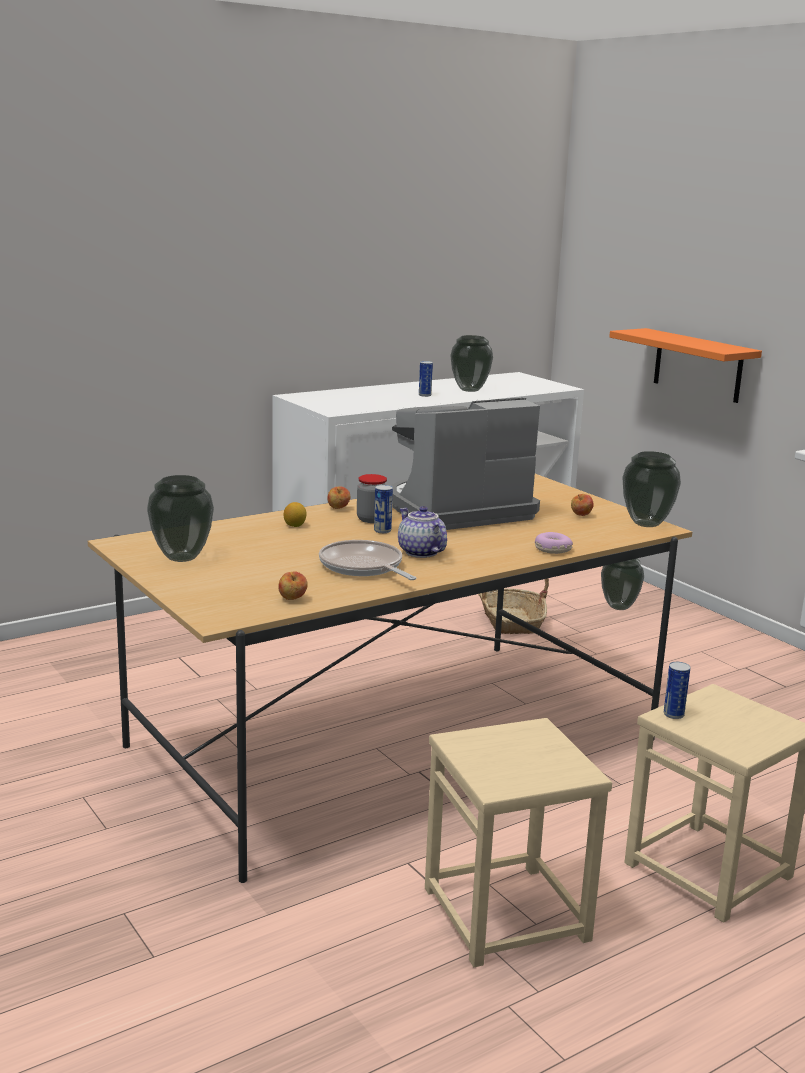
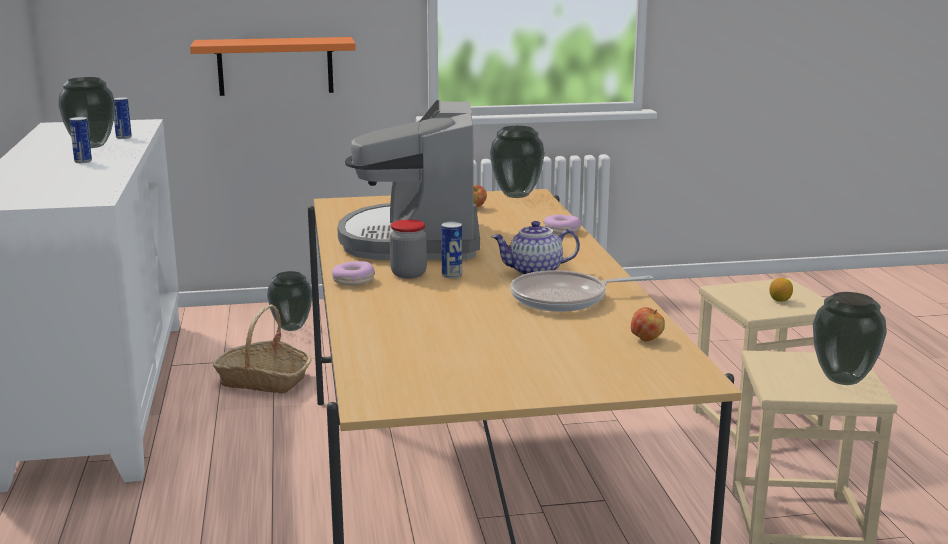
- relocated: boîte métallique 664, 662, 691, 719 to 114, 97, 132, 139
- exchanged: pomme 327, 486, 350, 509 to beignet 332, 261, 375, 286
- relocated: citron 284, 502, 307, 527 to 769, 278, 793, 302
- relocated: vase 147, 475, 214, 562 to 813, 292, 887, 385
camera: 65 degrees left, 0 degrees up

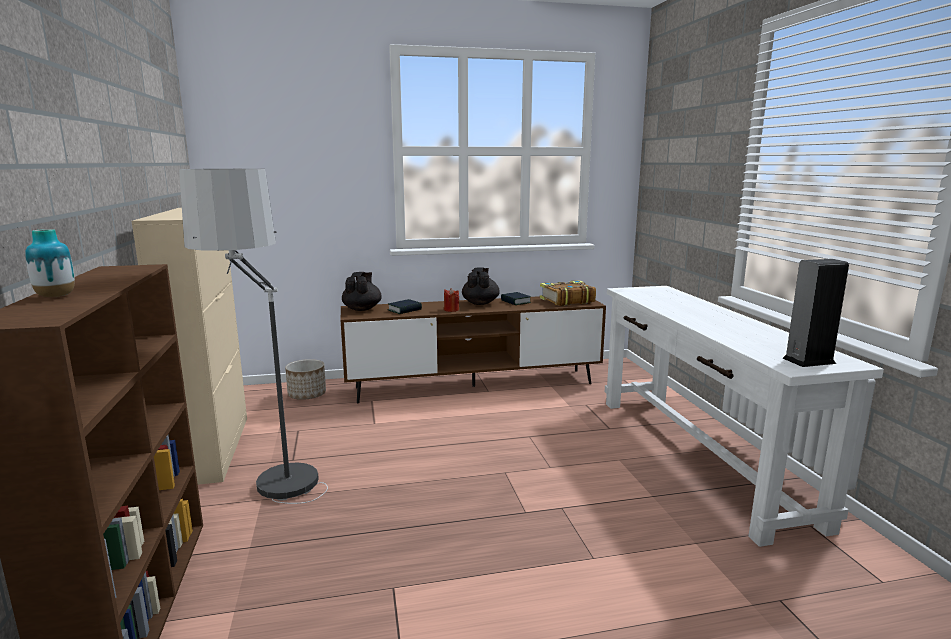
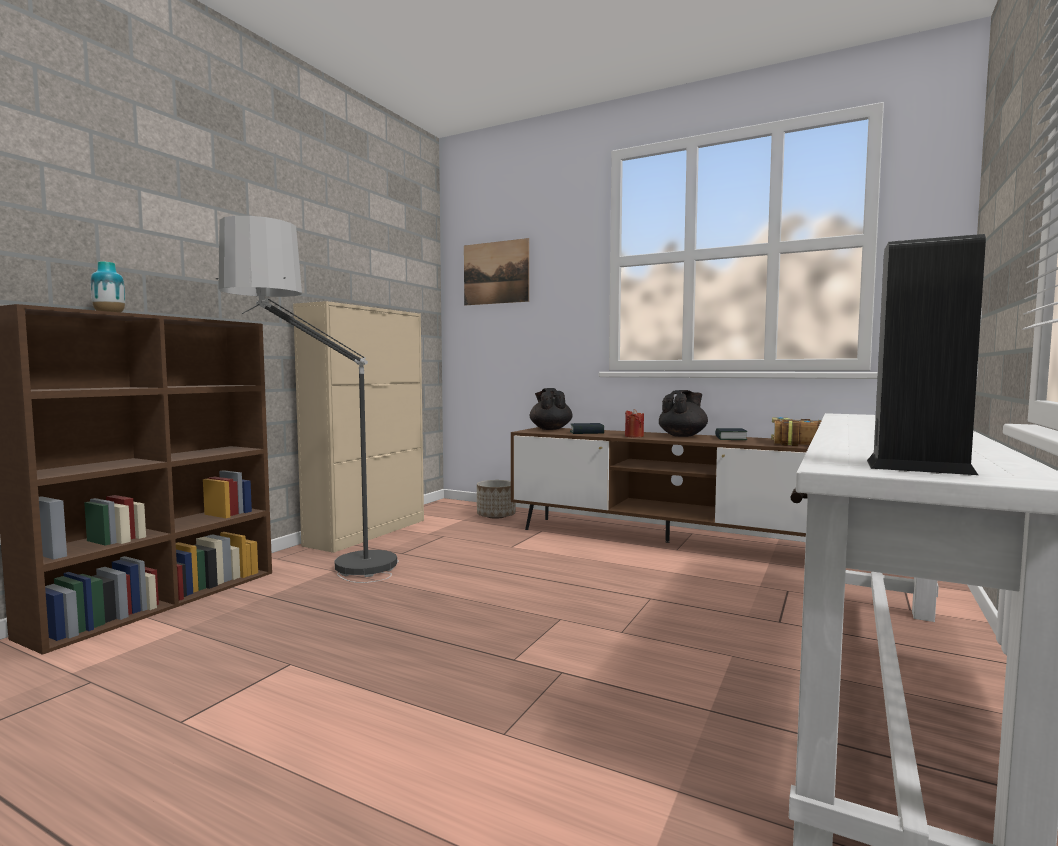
- appeared: tableau 464, 238, 529, 305
- spun: théière/noir 342, 272, 382, 311 = 530, 388, 573, 430 60 degrees counterclockwise
camera: 40 degrees right, 10 degrees down

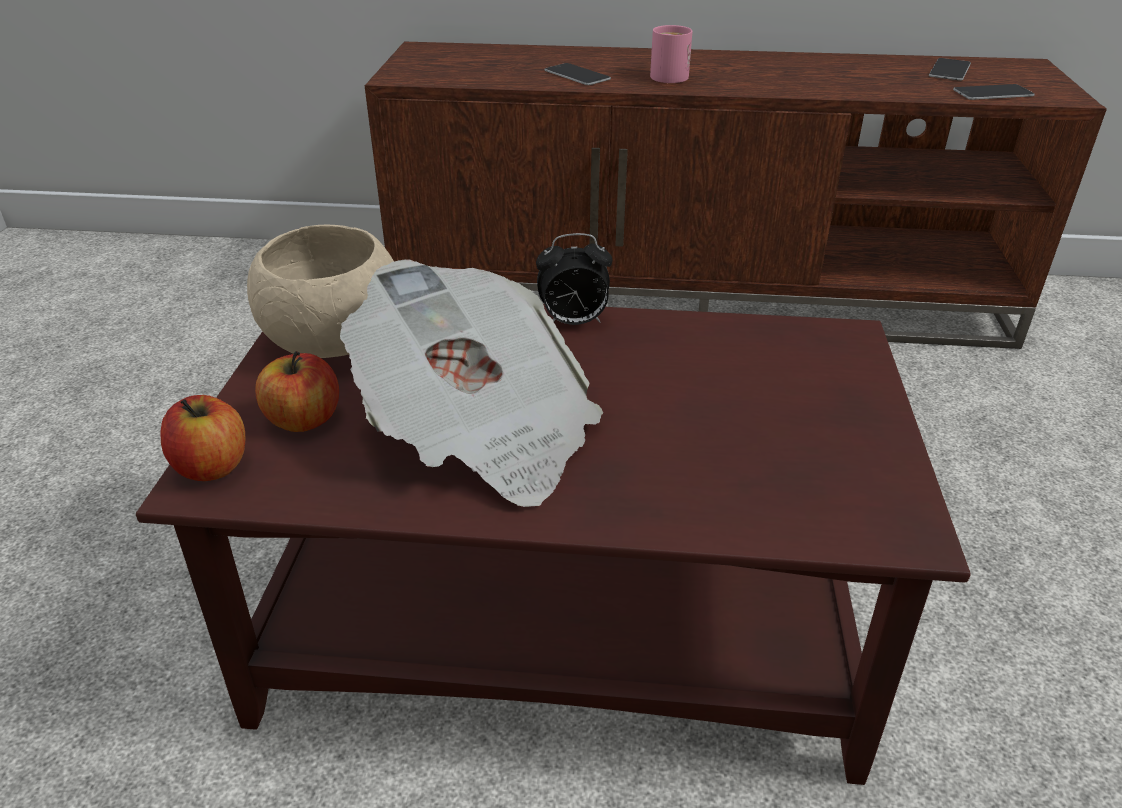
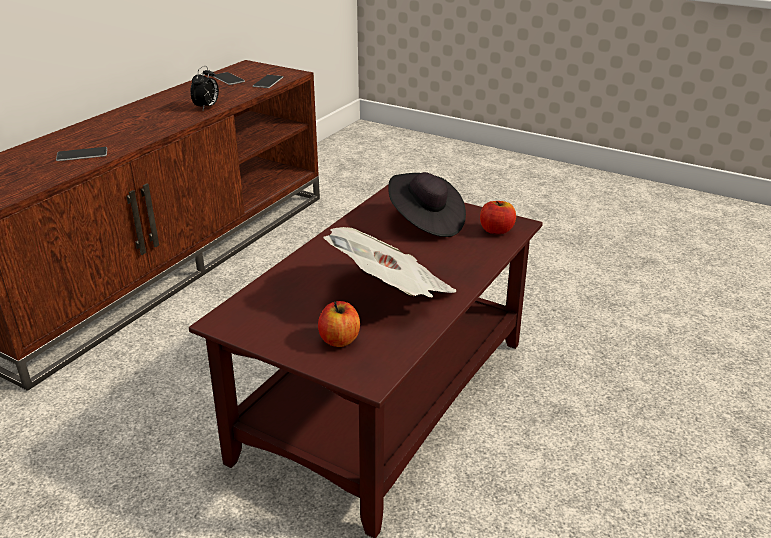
- relocated: réveil 536, 233, 612, 325 to 190, 66, 219, 110
- appeared: chapeau/noir 388, 172, 466, 237
- relocated: pomme 160, 395, 245, 481 to 480, 201, 516, 234
- missing: bol/beige 247, 225, 394, 358
- missing: mug/rose 650, 25, 693, 83
camera: 65 degrees left, 5 degrees down

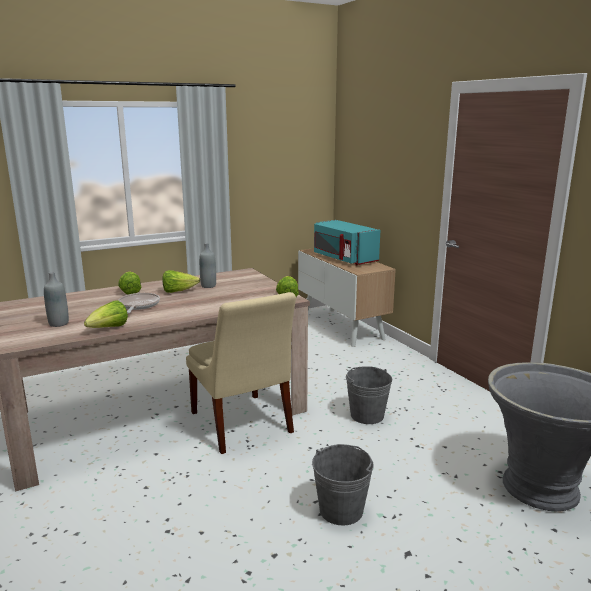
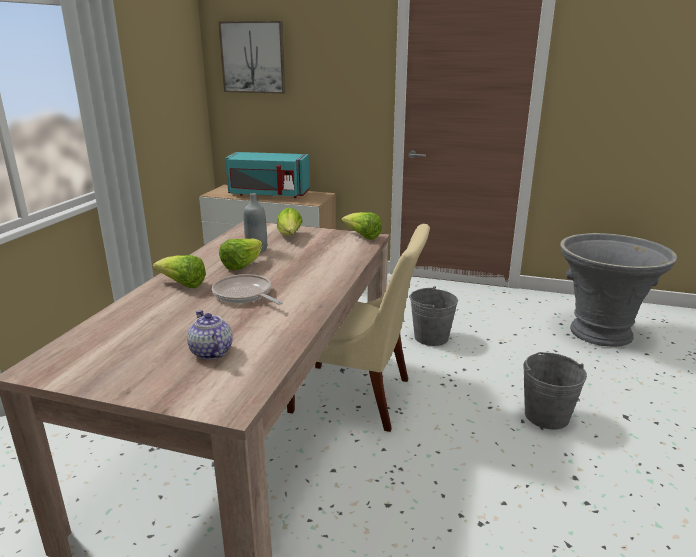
- exchanged: bouteille/gris 44, 272, 69, 327 to théière 187, 310, 233, 360
- appeared: tableau 218, 21, 285, 94
- relocated: laitue 84, 300, 128, 328 to 277, 208, 303, 236
camera: 45 degrees left, 5 degrees up

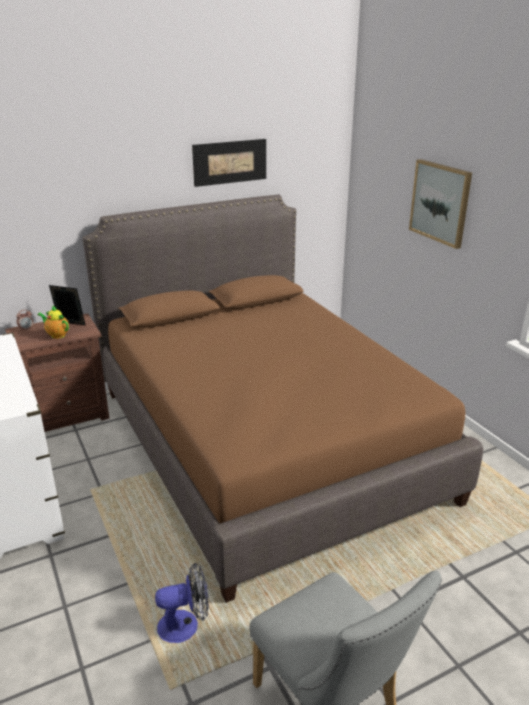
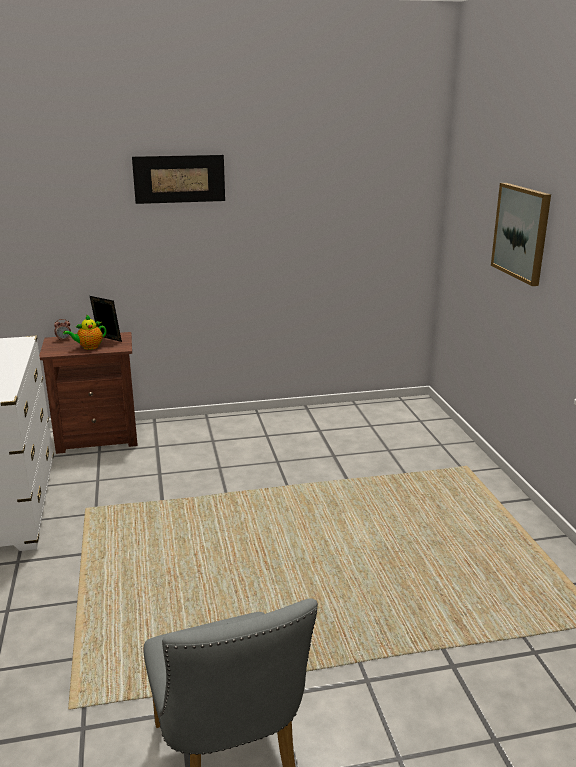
- spun: théière 37, 306, 69, 339 = 63, 314, 106, 350 75 degrees counterclockwise
- relocated: tableau 192, 139, 266, 187 to 132, 155, 225, 204
- missing: lit/marron 83, 194, 483, 603
- missing: ventilateur 155, 563, 209, 643
camera: 15 degrees right, 5 degrees down

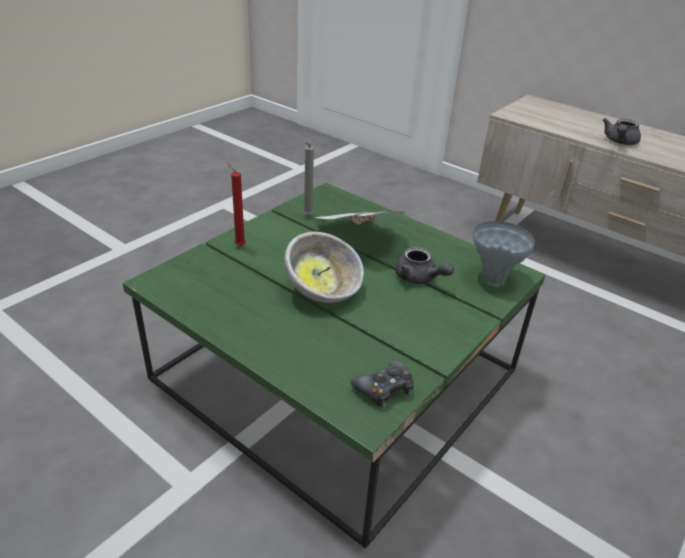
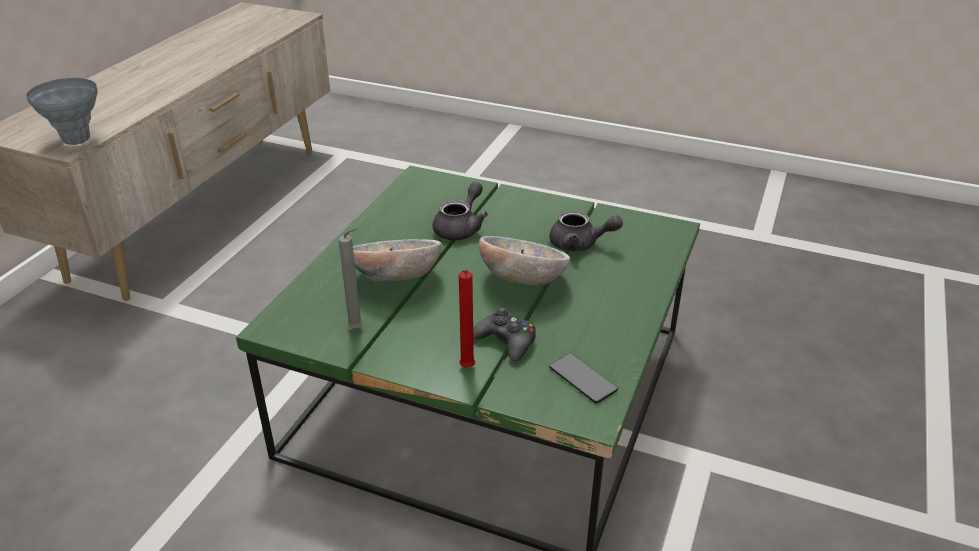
- relocated: vase/gris 473, 221, 535, 284 to 26, 78, 97, 145
- exchanged: journal 314, 211, 405, 225 to bol 353, 239, 442, 282
- relocated: manette/noir 351, 360, 414, 408 to 473, 307, 536, 361
- appeared: téléphone 549, 353, 618, 404
- relocated: théière/gris 603, 118, 641, 145 to 550, 211, 623, 252
camera: 105 degrees left, 0 degrees up

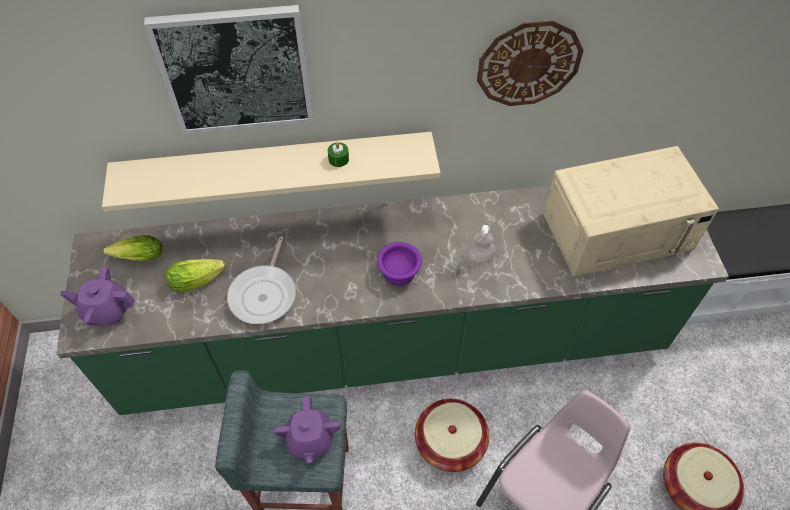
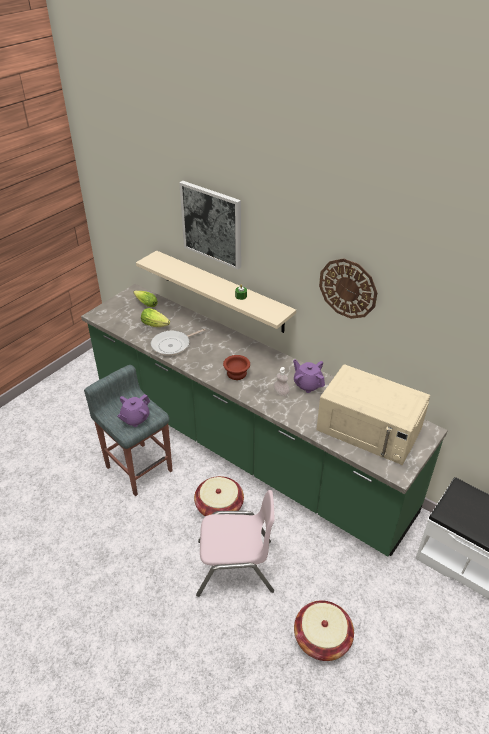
- colour: bol/violet 377, 242, 422, 286 to bol/marron 223, 355, 250, 380
- relocated: théière/violet 60, 266, 135, 326 to 293, 360, 325, 393
camera: 45 degrees right, 15 degrees down

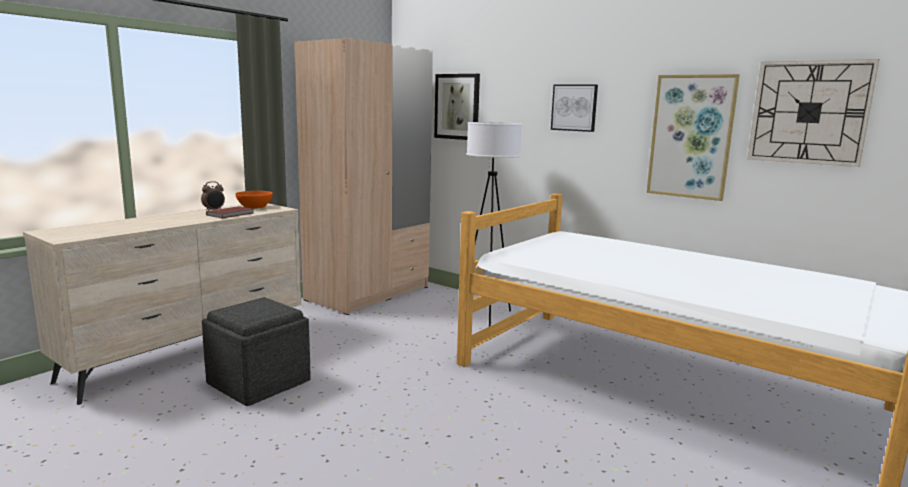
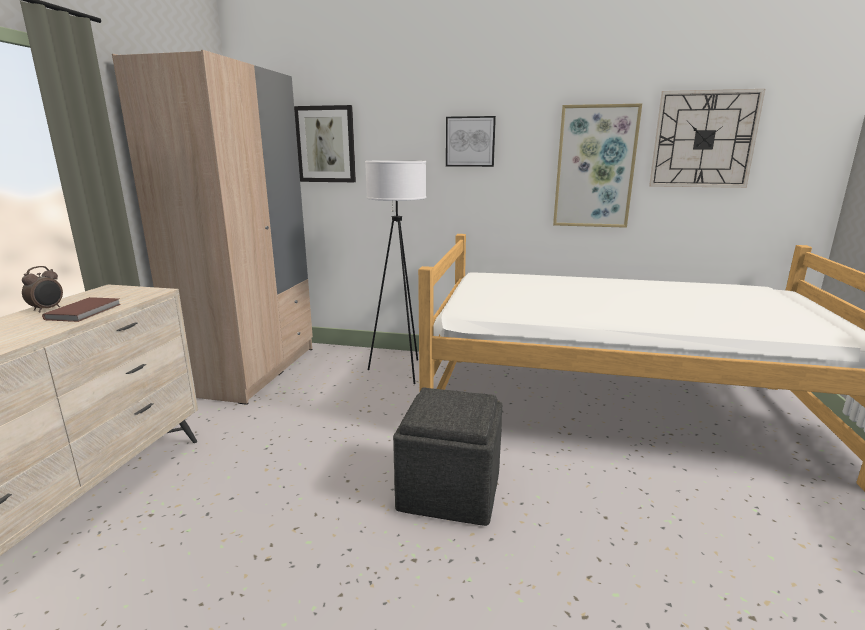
- relocated: pouf/gris 202, 297, 311, 406 to 393, 387, 502, 526
- missing: bol/orange 235, 191, 273, 209
camera: 25 degrees left, 5 degrees up

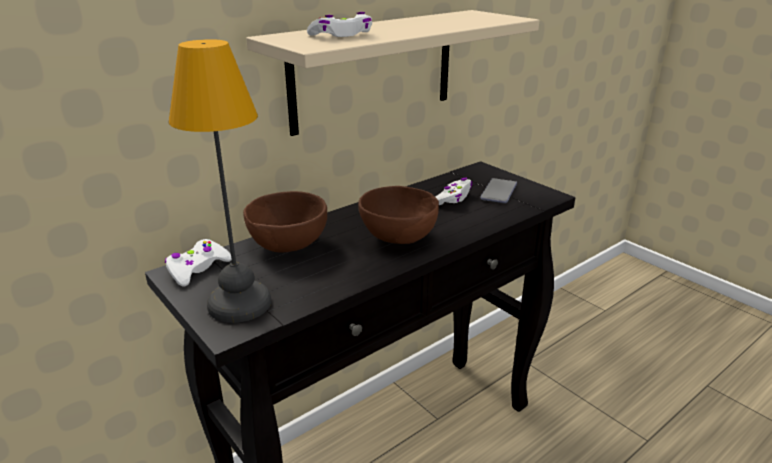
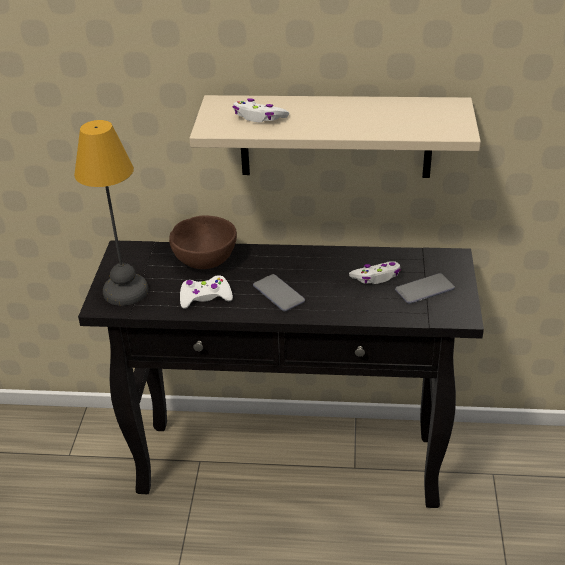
- relocated: manette/blanc 165, 239, 232, 286 to 180, 275, 233, 309
- exchanged: bol/marron 358, 186, 439, 244 to téléphone 253, 274, 305, 311
camera: 45 degrees right, 10 degrees up

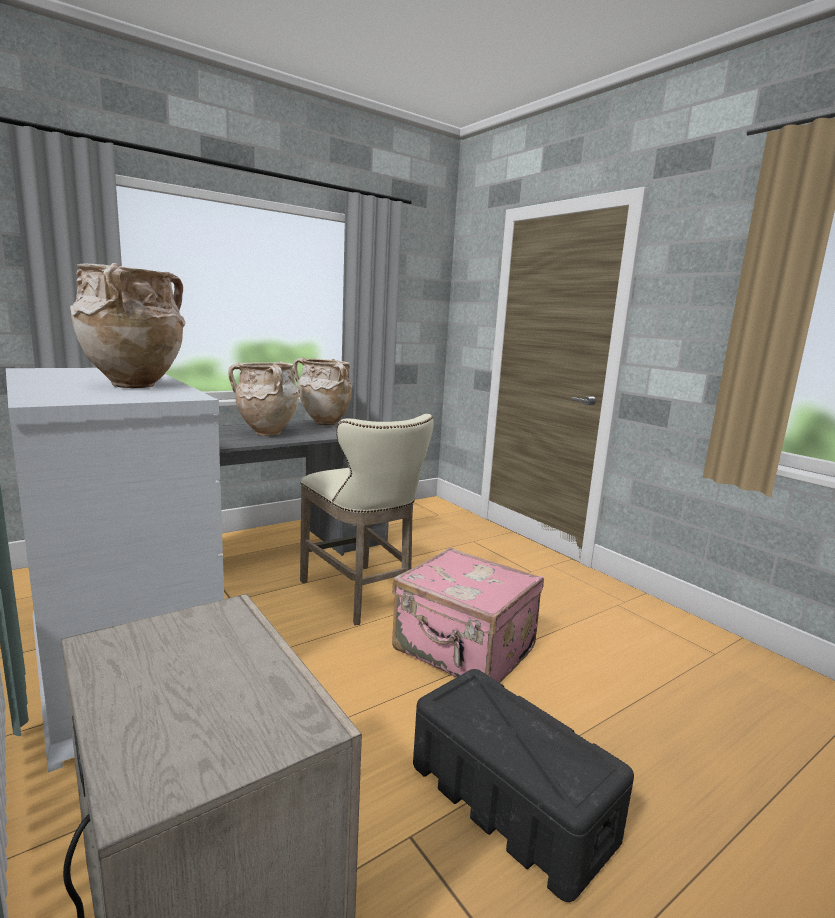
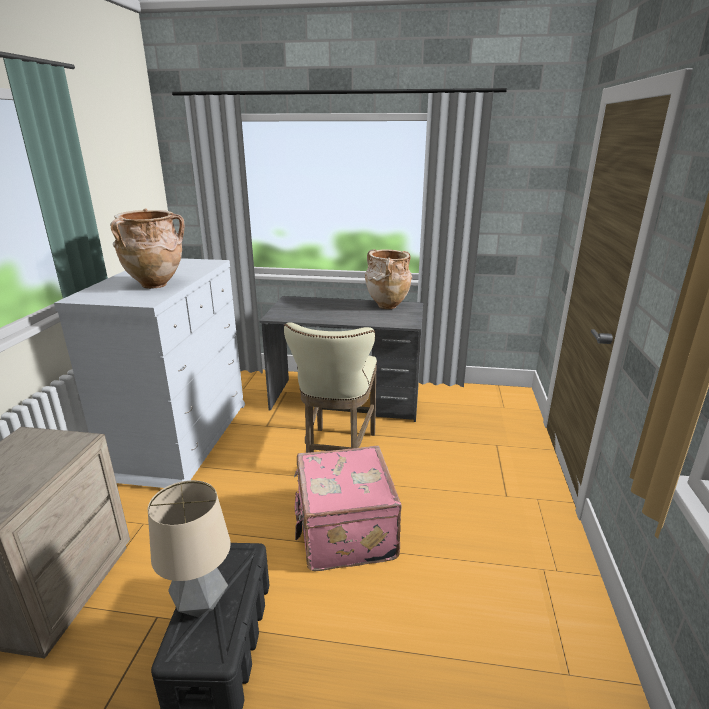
- appeared: lampe de table 148, 480, 231, 617
- missing: vase/beige 228, 361, 300, 436
camera: 45 degrees right, 10 degrees up

